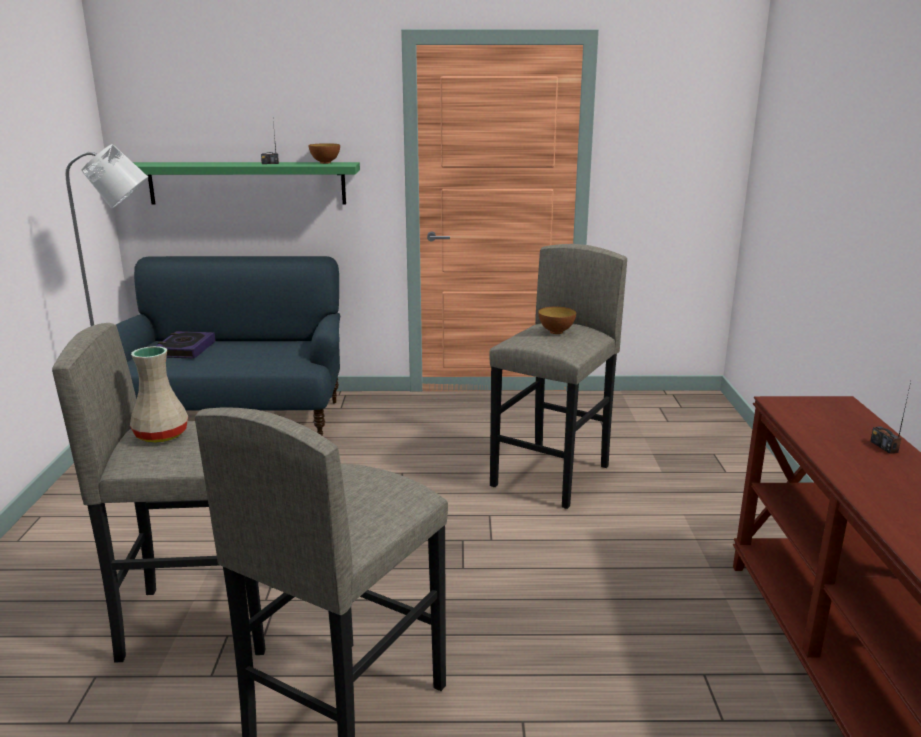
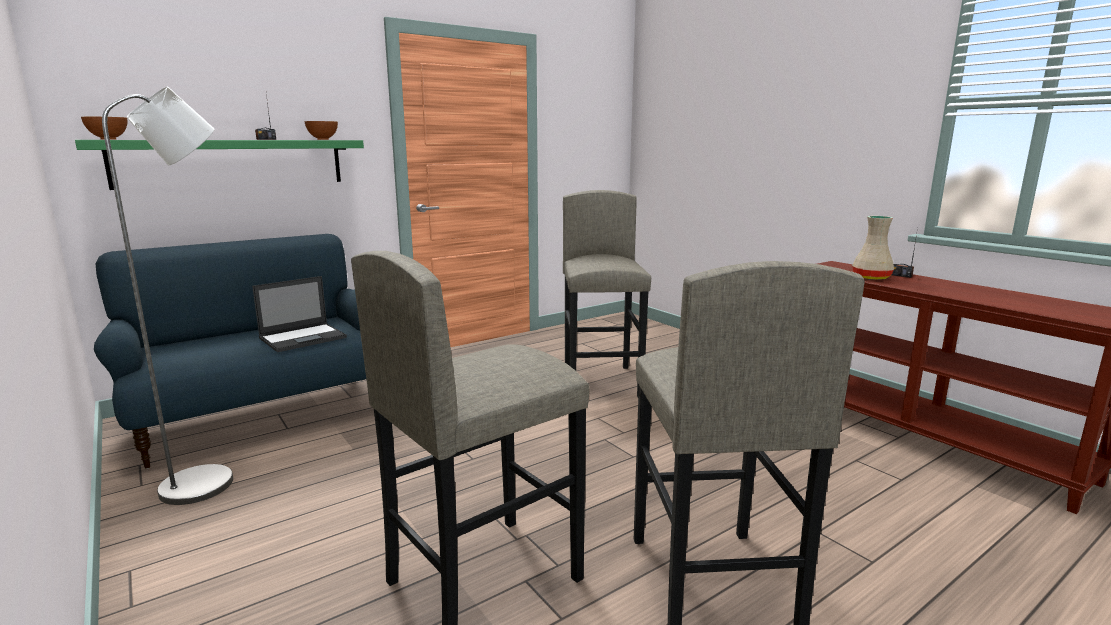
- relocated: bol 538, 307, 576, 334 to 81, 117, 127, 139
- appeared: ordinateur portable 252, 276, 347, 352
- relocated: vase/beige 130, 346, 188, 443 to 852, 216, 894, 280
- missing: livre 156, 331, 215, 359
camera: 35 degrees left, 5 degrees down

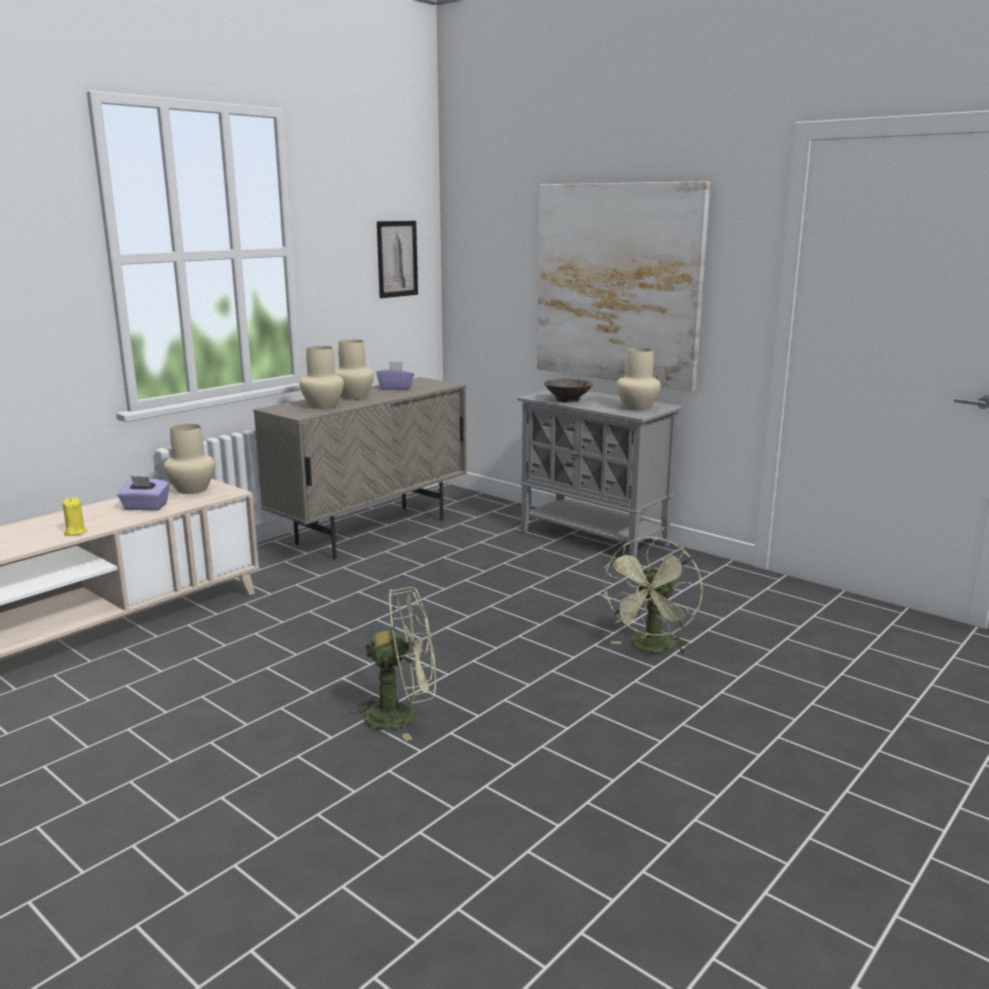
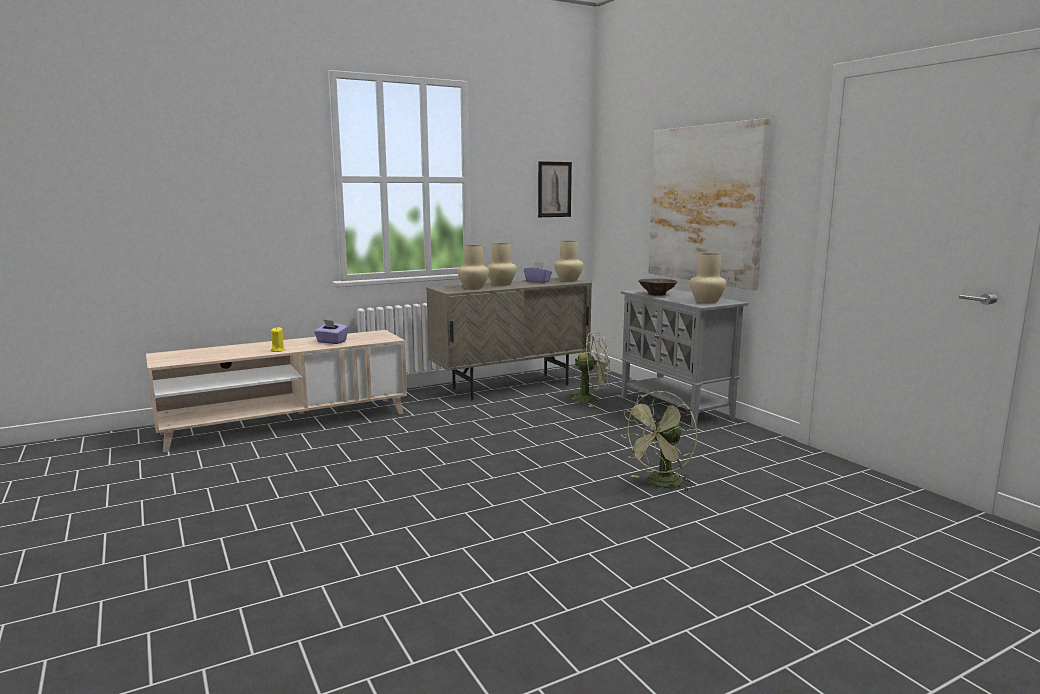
- relocated: vase/beige 164, 424, 215, 494 to 554, 241, 583, 282
- relocated: ventilateur/vert 349, 587, 436, 741 to 566, 333, 611, 407
camera: 20 degrees right, 5 degrees down

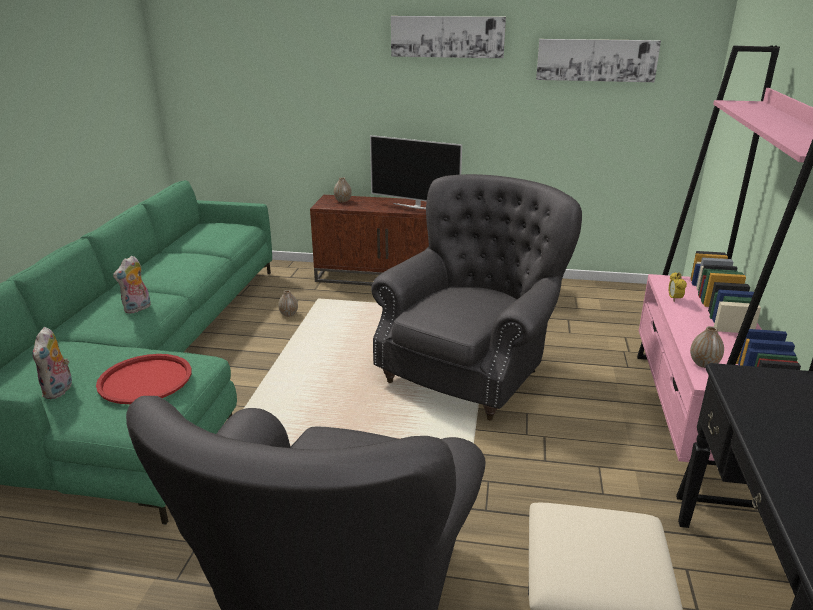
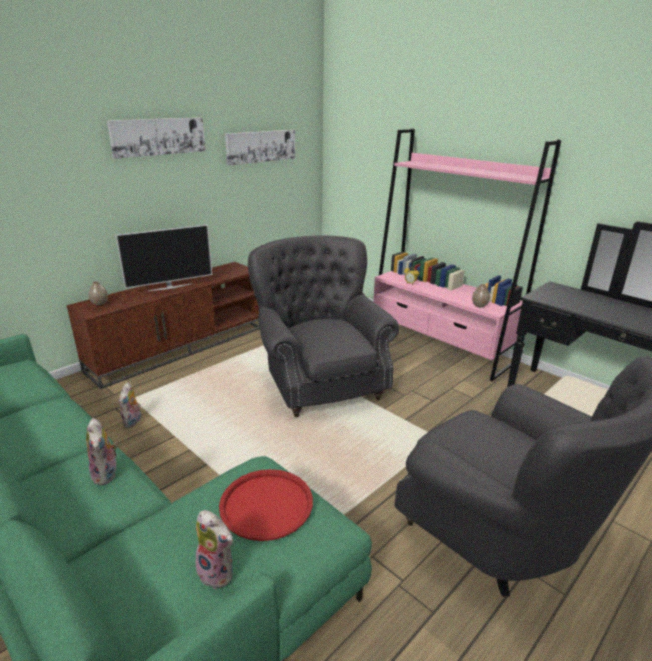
- exchanged: vase 278, 290, 298, 317 to peluche 119, 383, 141, 428
camera: 55 degrees left, 0 degrees up

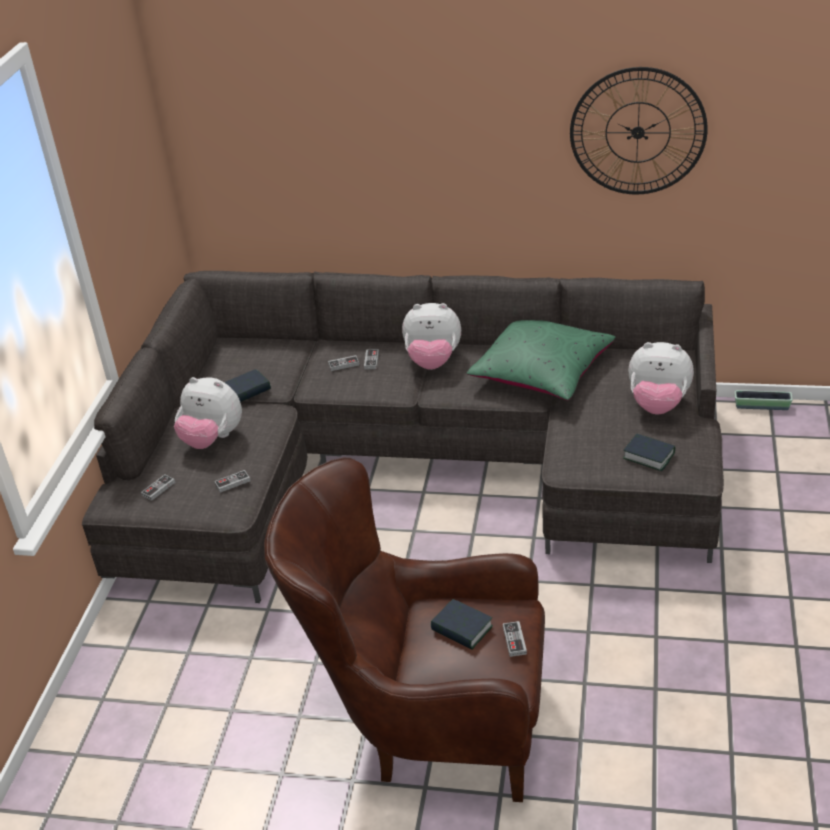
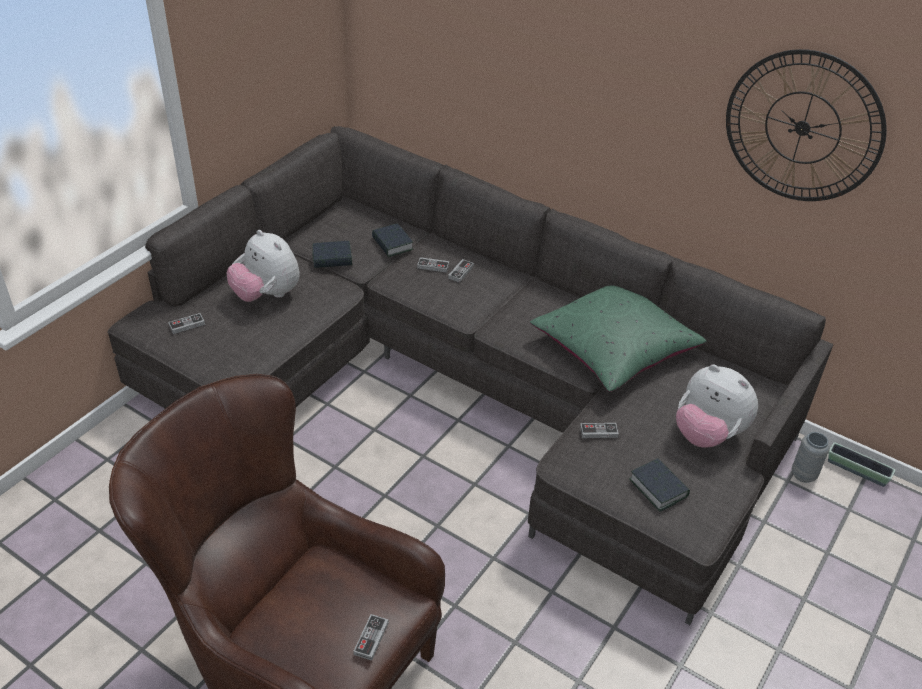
- relocated: livre 431, 599, 493, 649 to 372, 223, 413, 257
- relocated: manette 214, 470, 251, 493 to 580, 423, 619, 438
- appeared: vase/gris 792, 432, 830, 483
- missing: peluche 402, 303, 461, 370
camera: 20 degrees right, 5 degrees up

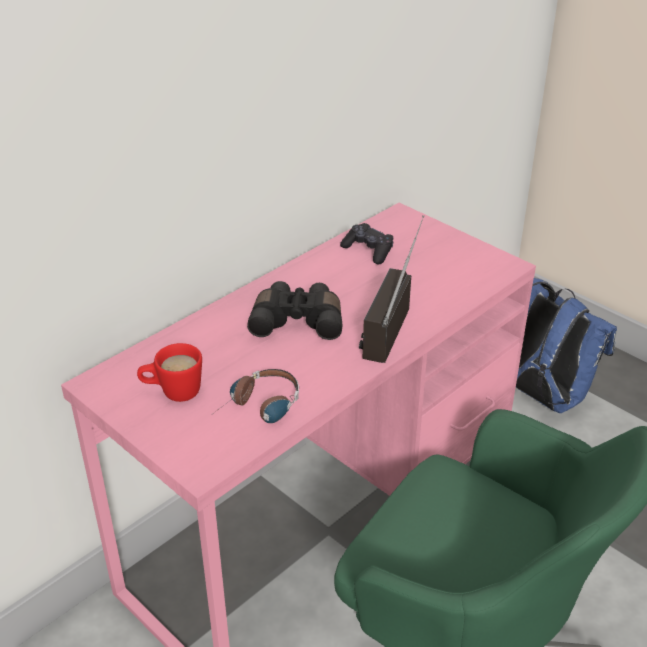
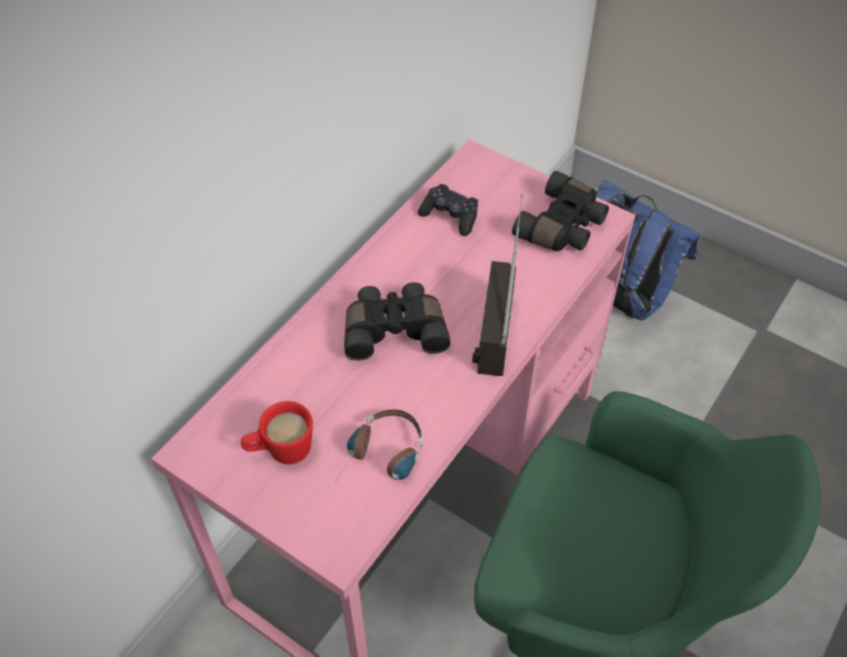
- appeared: jumelles/noir 512, 171, 609, 251
camera: 10 degrees left, 15 degrees up

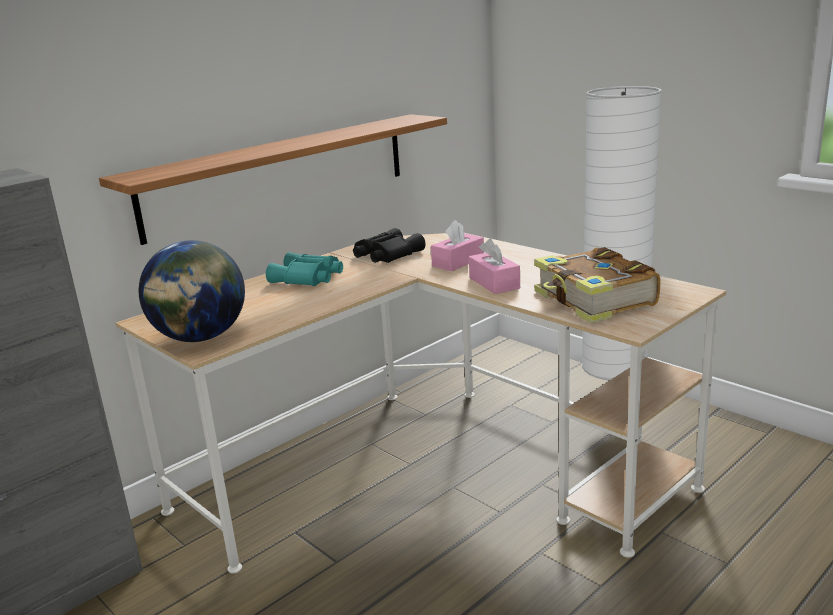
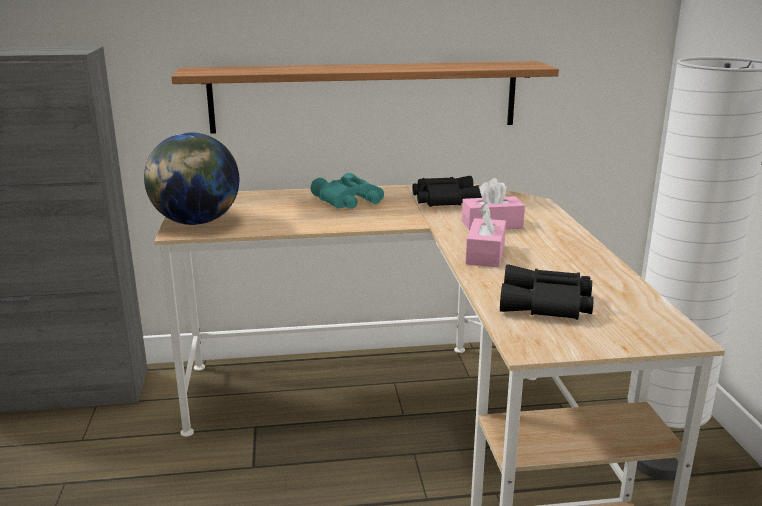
- exchanged: livre 534, 247, 660, 323 to jumelles/noir 500, 264, 594, 320
camera: 35 degrees right, 0 degrees up

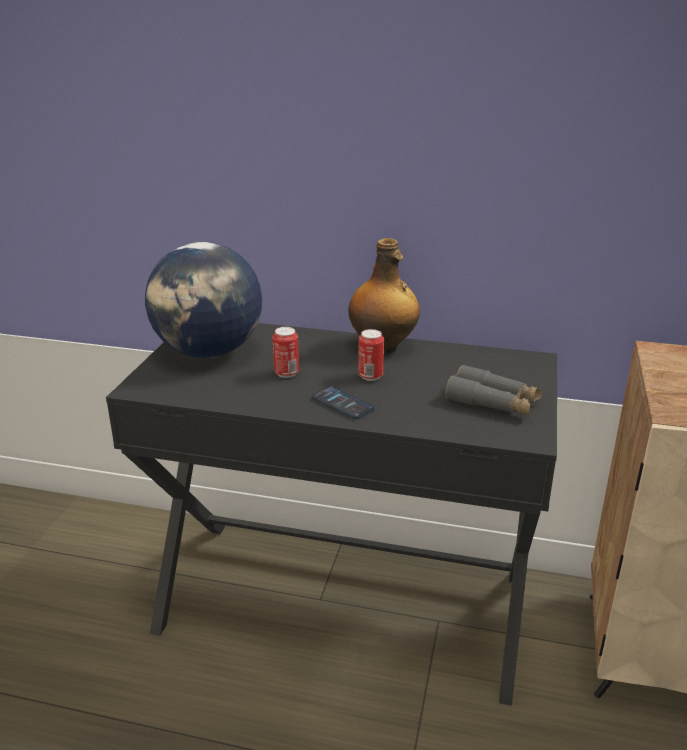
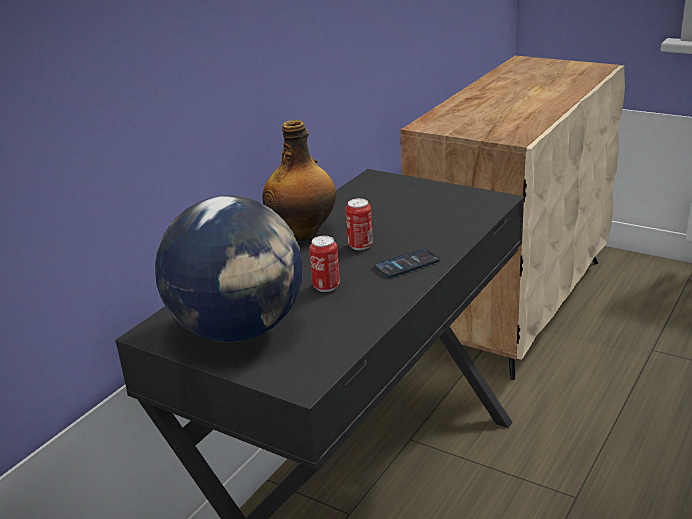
- missing: jumelles/gris 445, 365, 542, 415
camera: 70 degrees left, 0 degrees up

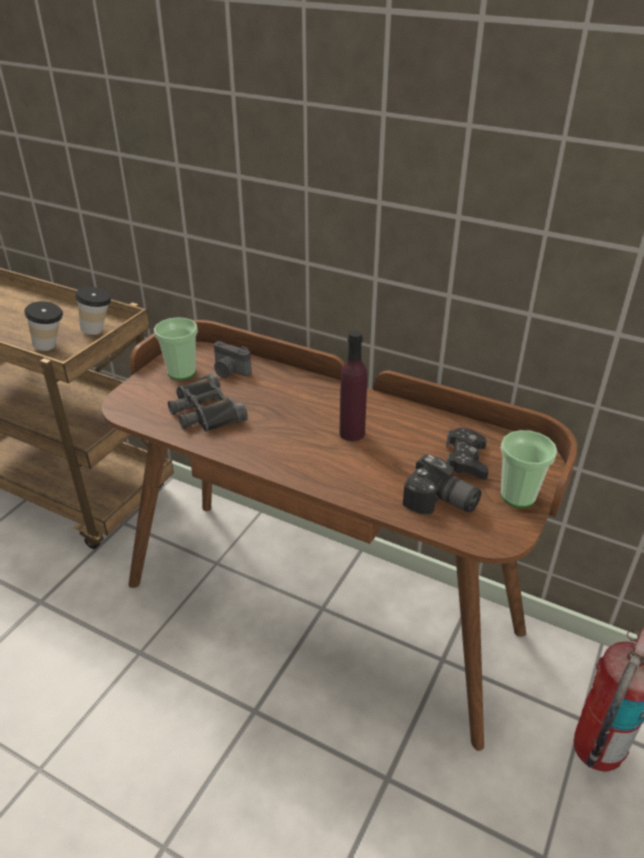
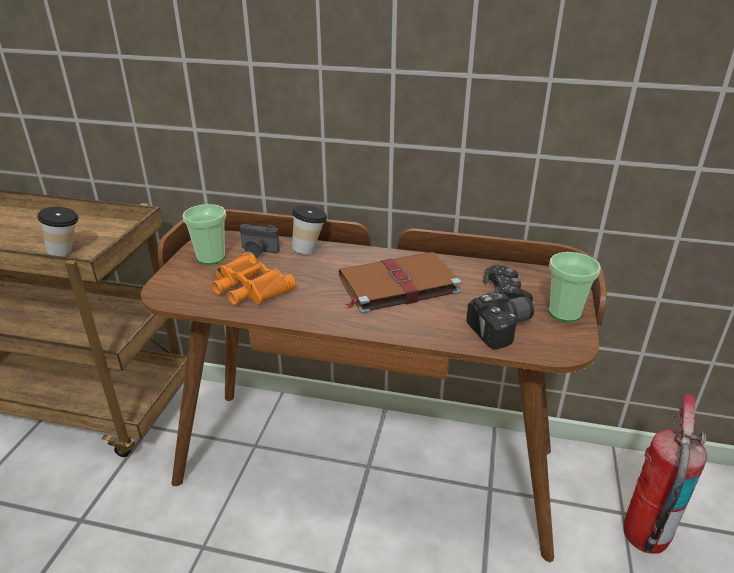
- colour: jumelles/noir 168, 373, 248, 432 to jumelles/orange 212, 252, 296, 305
- relocated: tasse 75, 287, 112, 335 to 292, 205, 327, 254
- exchanged: bouteille/violet 340, 330, 367, 441 to livre/marron 339, 252, 461, 314
- spun: appareil photo 403, 454, 481, 515 = 466, 292, 534, 350 45 degrees counterclockwise
camera: 15 degrees left, 5 degrees down

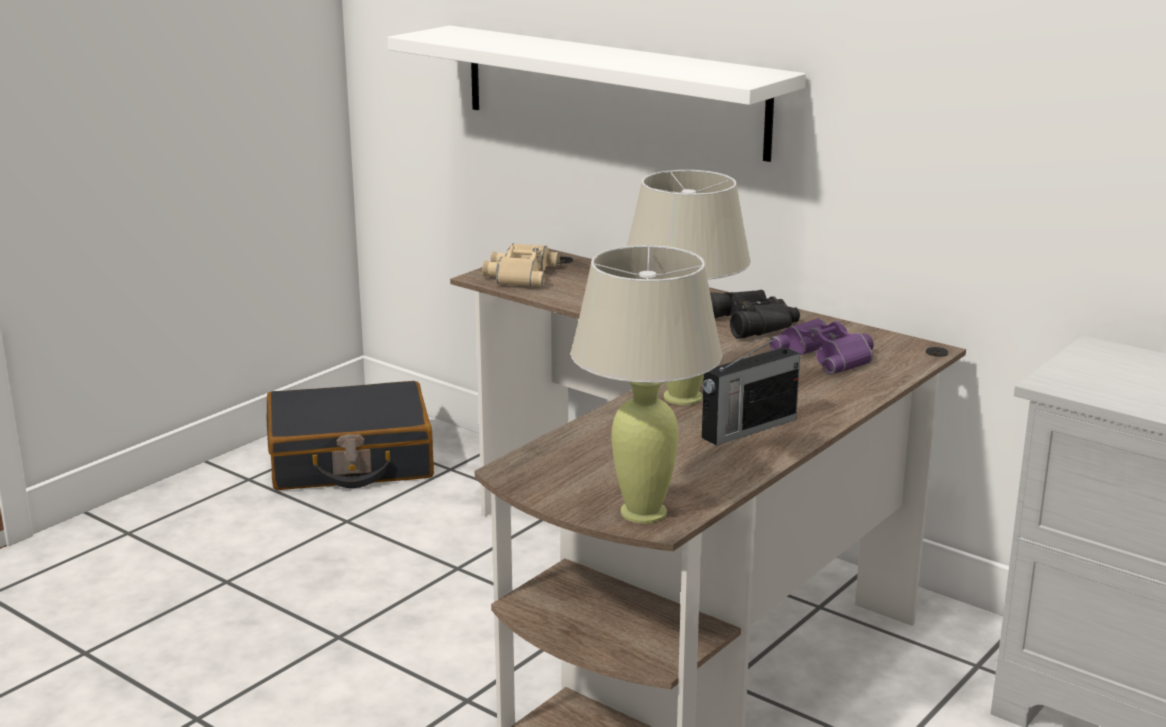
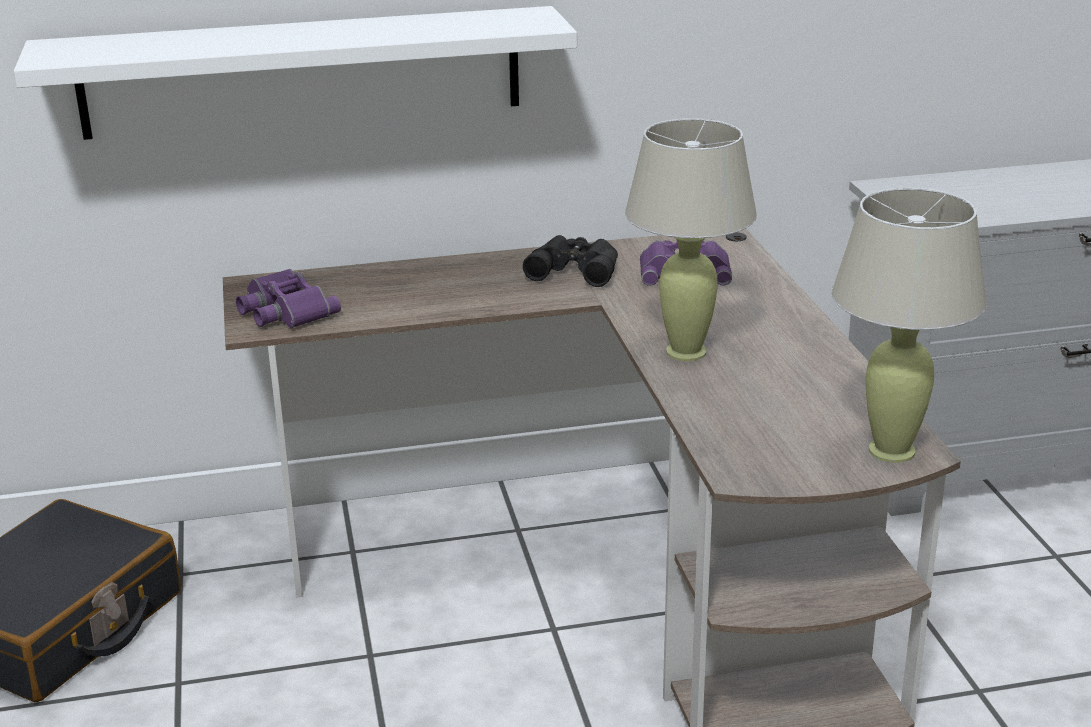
- colour: jumelles/beige 482, 243, 560, 287 to jumelles/violet 236, 269, 341, 328
- missing: radio 702, 334, 800, 446
camera: 50 degrees left, 5 degrees up

